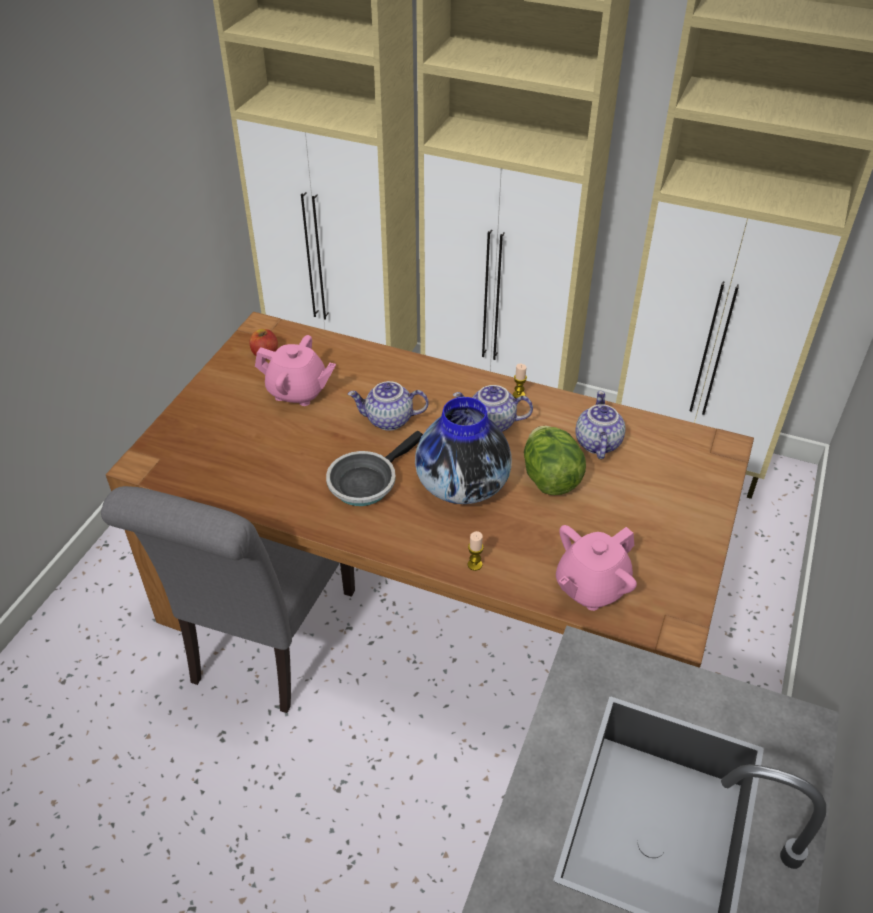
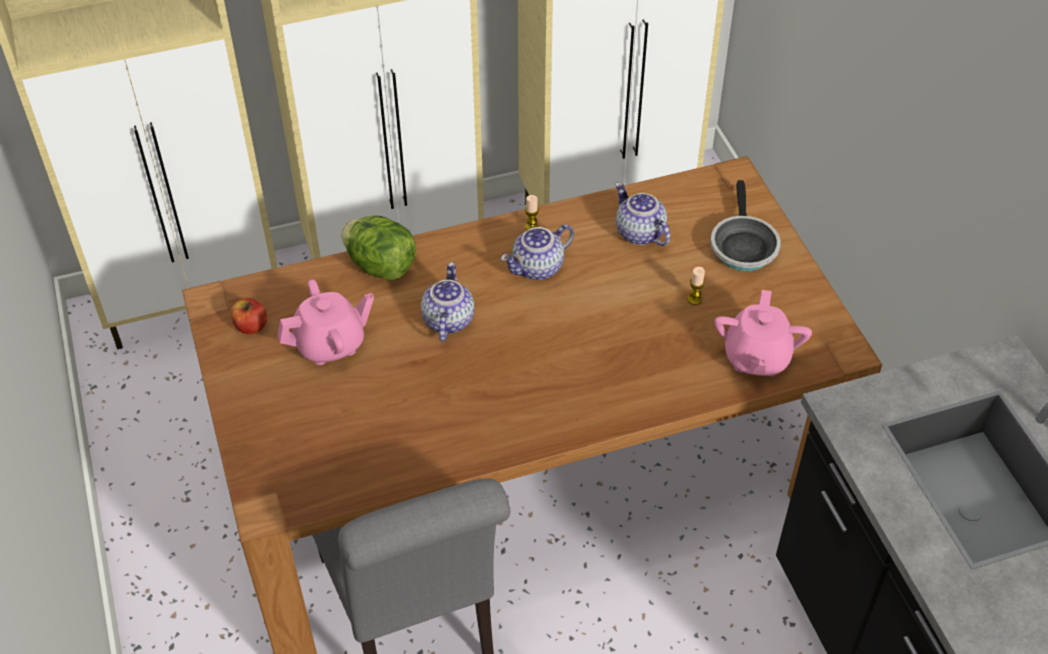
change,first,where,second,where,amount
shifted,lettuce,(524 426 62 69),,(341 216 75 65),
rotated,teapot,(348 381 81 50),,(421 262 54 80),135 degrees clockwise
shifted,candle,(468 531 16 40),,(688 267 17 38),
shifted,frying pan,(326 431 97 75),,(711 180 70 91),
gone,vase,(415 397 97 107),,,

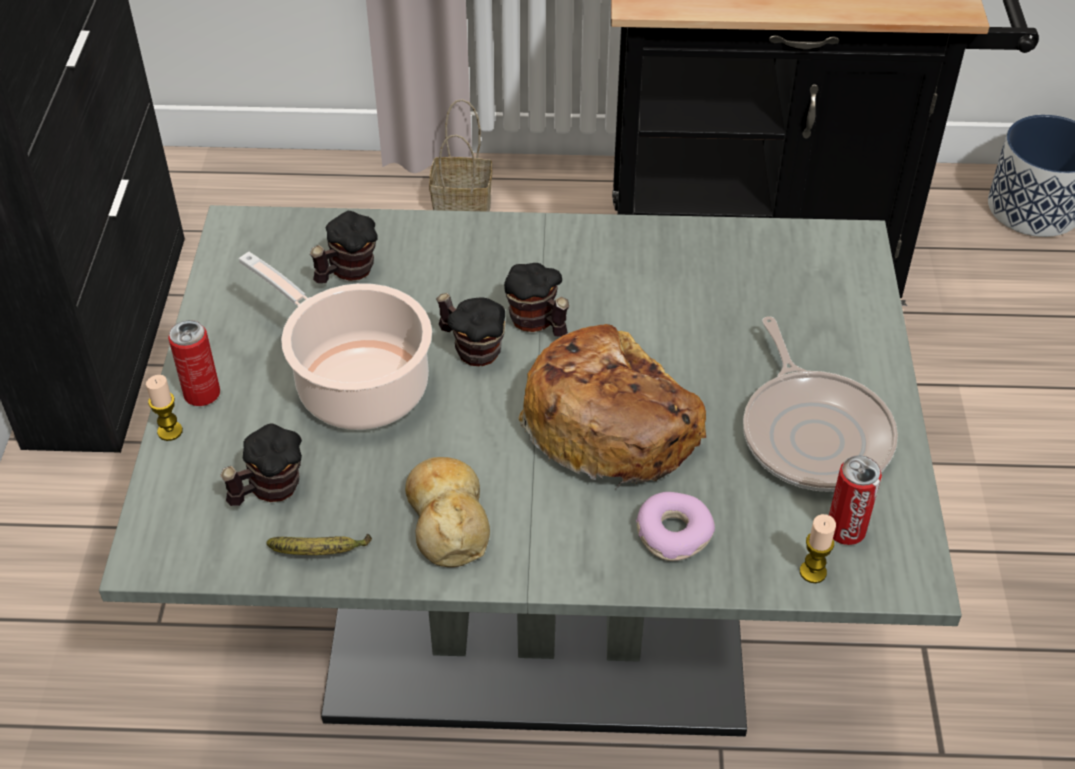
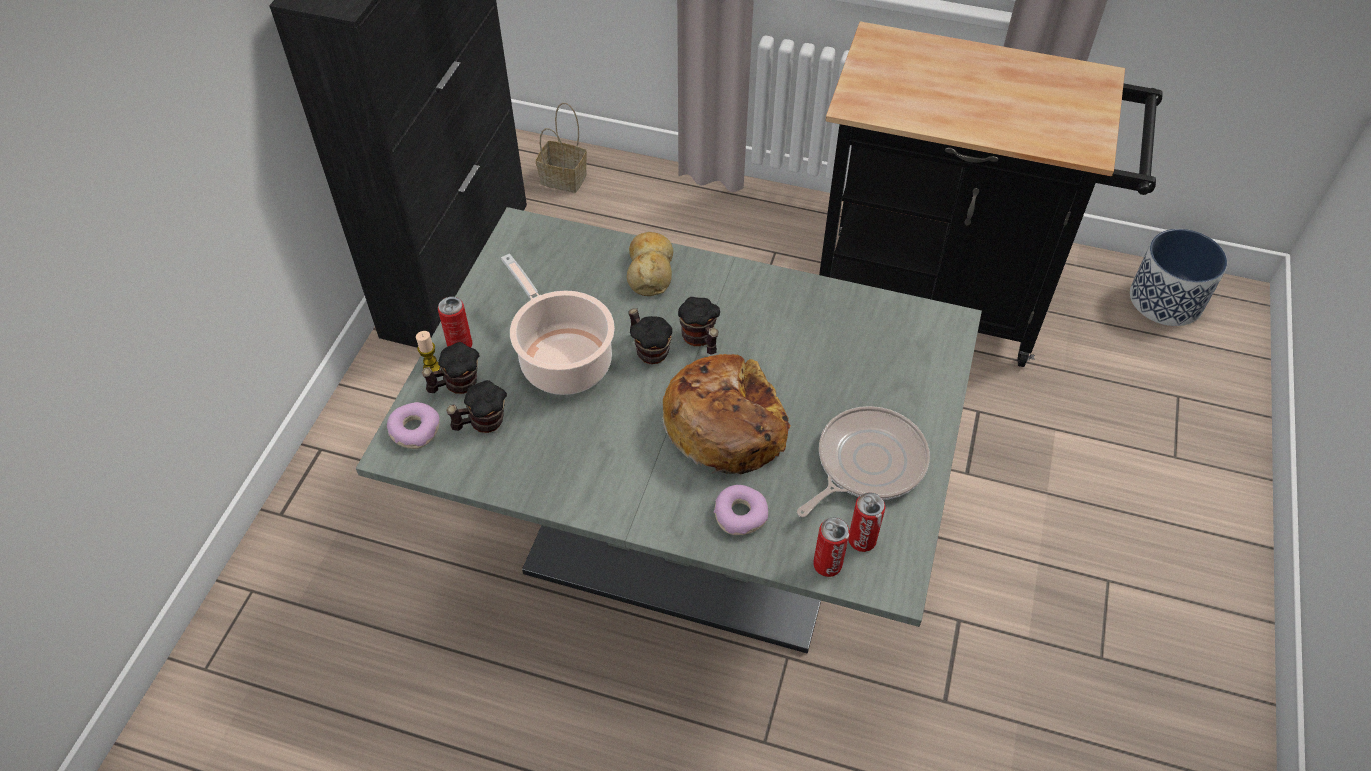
change,first,where,second,where,amount
new,,,donut,(387 402 53 47),
shifted,mug,(310 211 68 72),,(422 342 57 52),
shifted,basket,(429 99 63 113),,(536 103 51 90),
shifted,bread,(405 457 85 110),,(627 232 46 64),
rotated,frying pan,(743 316 155 176),,(797 406 133 111),135 degrees counterclockwise
swapped,candle,(800 514 36 69),can,(813 517 36 60),
gone,banana,(266 533 106 22),,,

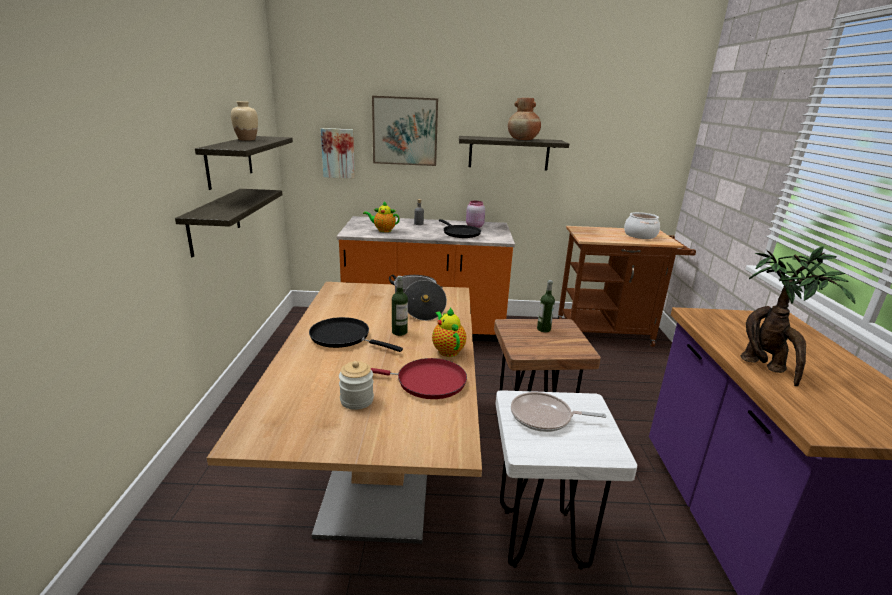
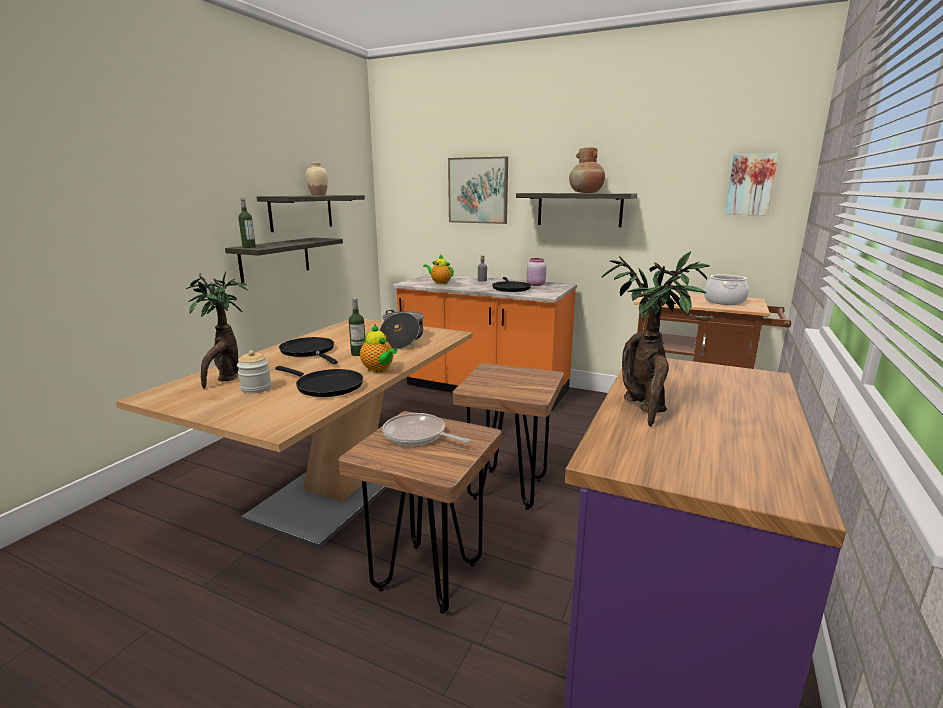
change,first,where,second,where,amount
new,,,potted plant,(186 272 62 117),
shifted,bottle,(537 280 18 52),,(238 198 18 50),
repainted,frying pan/red,(371 358 96 41),frying pan/black,(275 366 88 31),
repainted,stool/white,(495 390 142 180),stool/brown,(338 411 163 203),
rotated,teapot,(432 307 34 50),,(360 324 37 48),135 degrees clockwise
shifted,picture,(321 128 34 51),,(725 153 53 62),

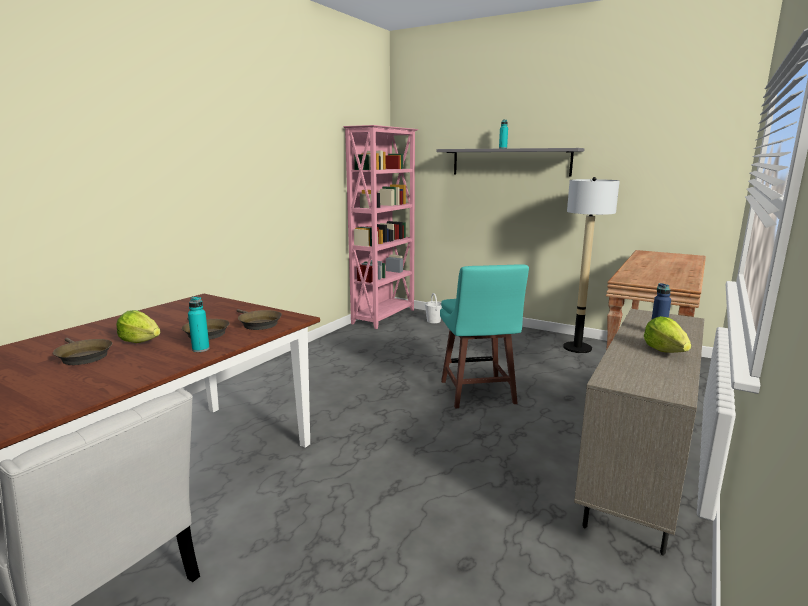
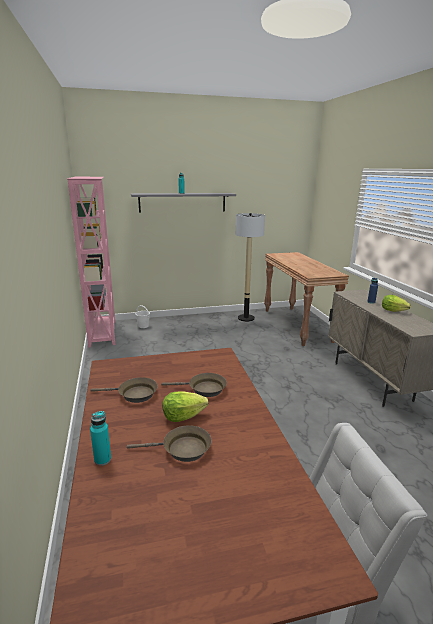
change,first,where,second,where,amount
shifted,frying pan/brown,(237 309 45 21),,(90 377 68 26),
shifted,bottle/turquoise,(188 296 22 56),,(90 411 21 55),
gone,stool/turquoise,(440 264 89 145),,,

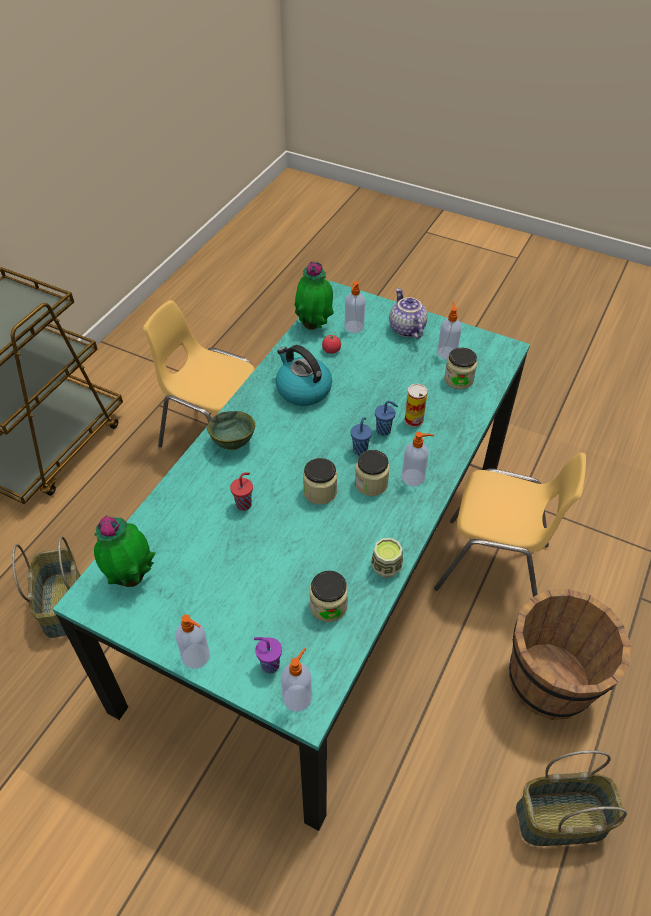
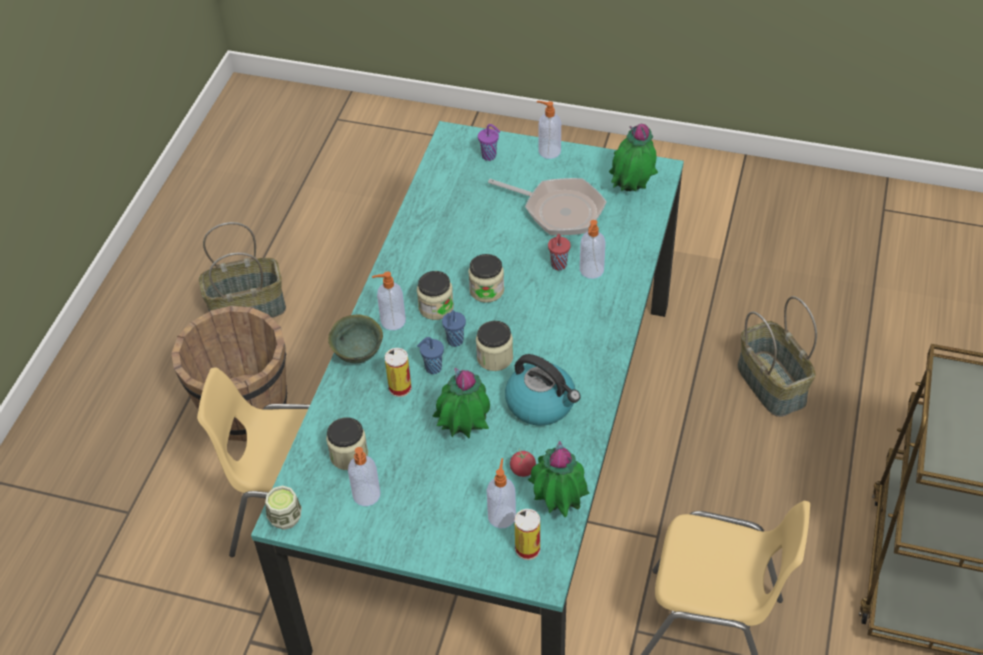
change,first,where,second,where,amount
shifted,cup,(371 538 32 40),,(265 486 37 44),
shifted,bowl/green,(207 411 49 39),,(328 315 55 48),
new,,,potted plant,(433 368 57 71),
shifted,jar,(309 571 39 51),,(476 321 37 50),
new,,,frying pan,(488 178 119 58),
new,,,can,(514 509 26 51),
shifted,soap dispenser,(281 648 31 64),,(580 220 26 59),
gone,teapot,(389 288 39 51),,,

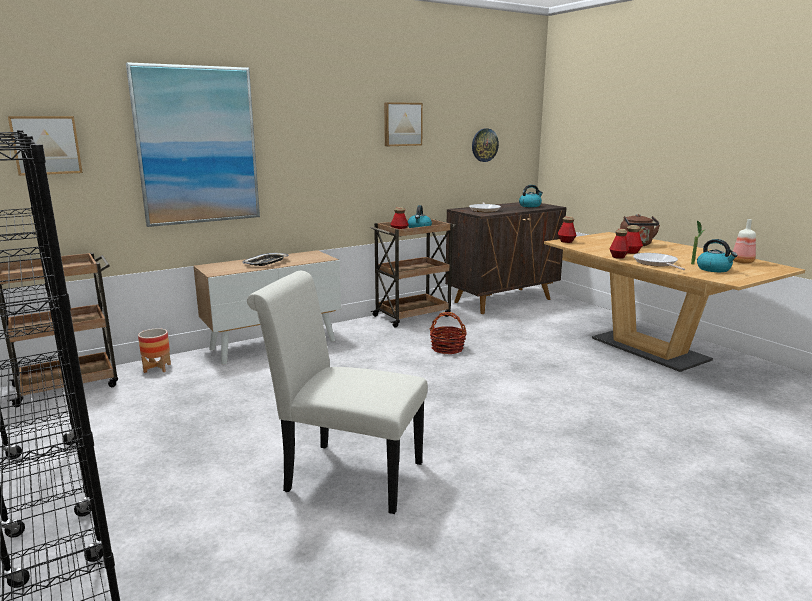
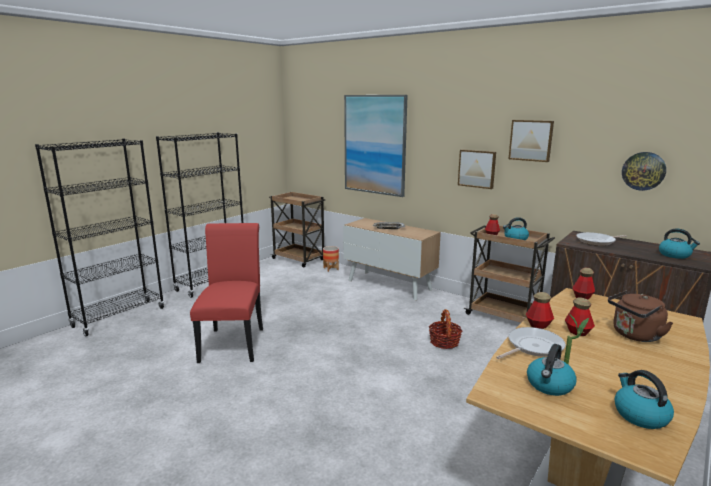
change,first,where,second,where,amount
repainted,chair/white,(247 271 181 243),chair/red,(190 223 73 140),
shifted,picture,(8 116 75 60),,(458 149 38 40),
swapped,bottle,(733 219 23 45),kettle,(614 370 60 59),

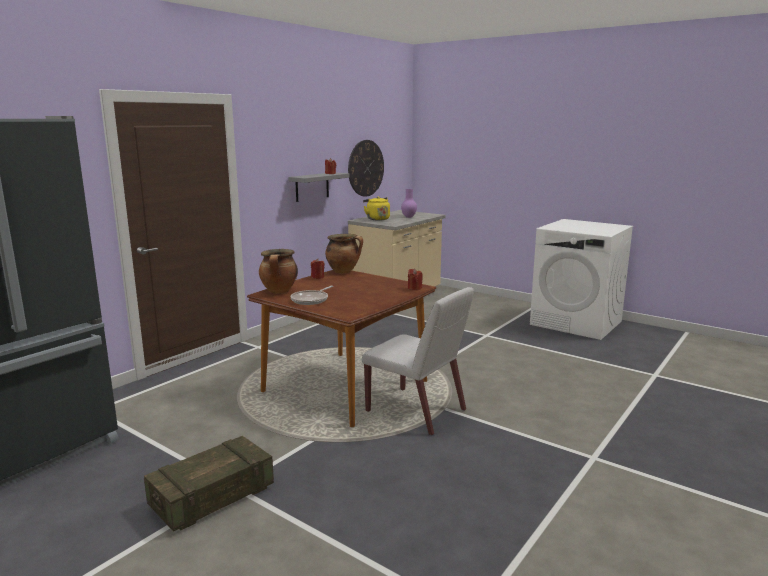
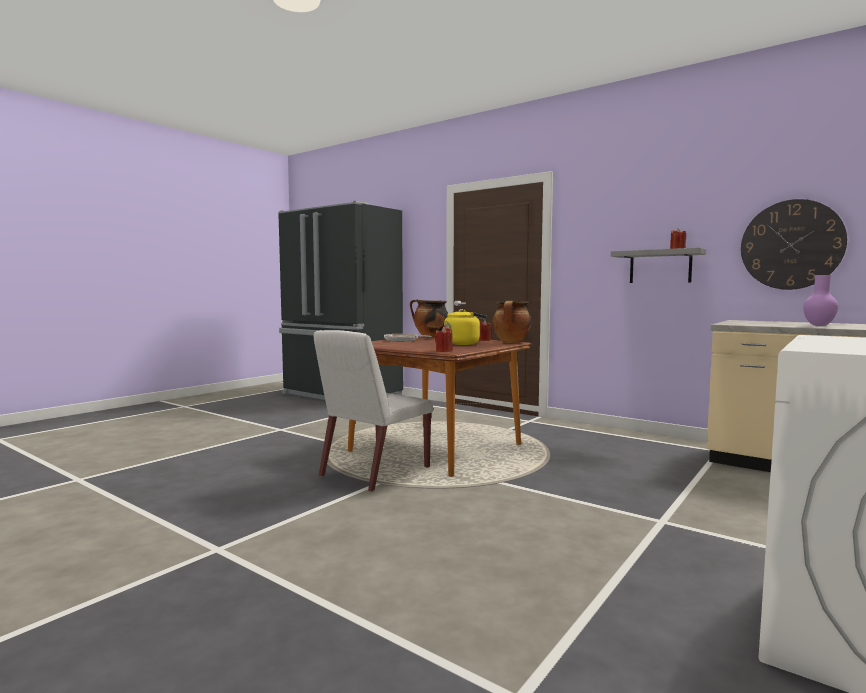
change,first,where,second,where,amount
shifted,kettle/yellow,(363 197 27 24),,(444 309 43 36),
gone,crate,(144 436 130 96),,,

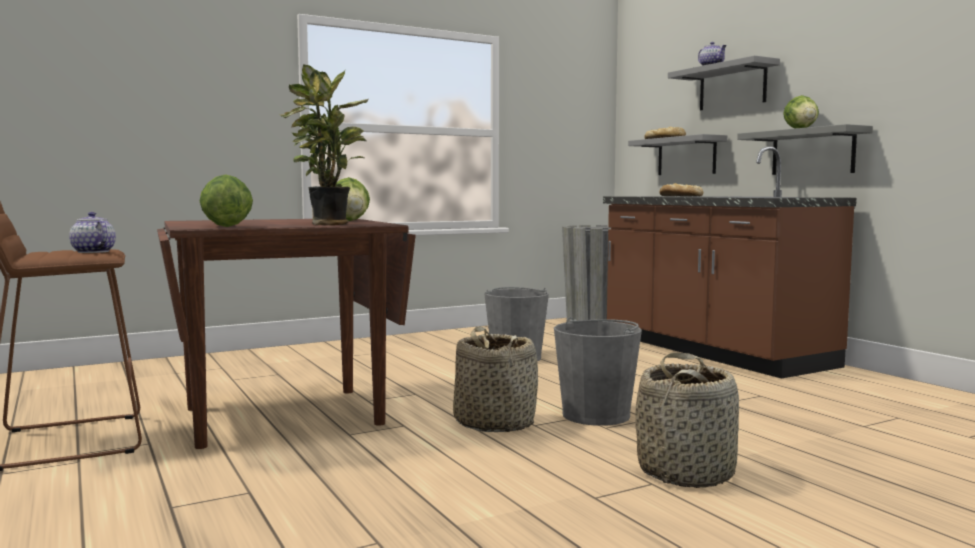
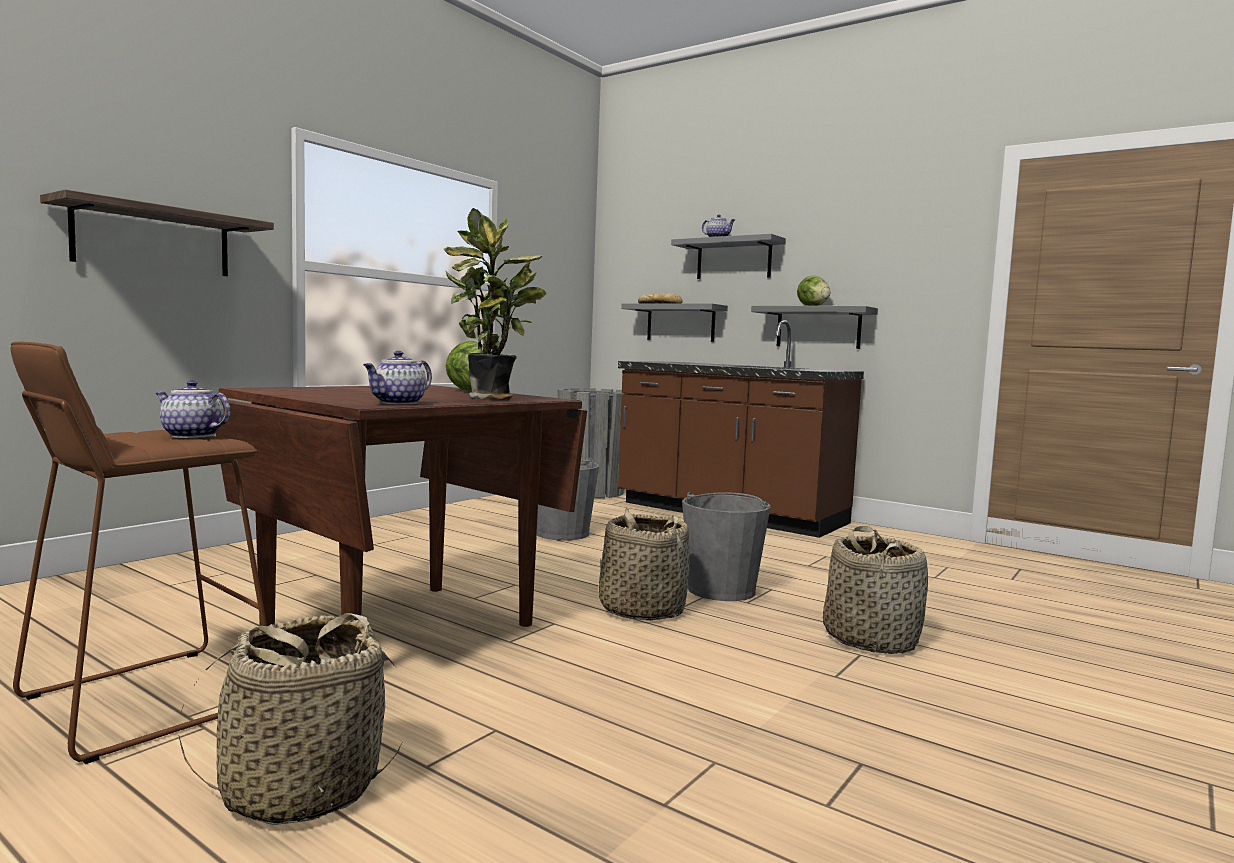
change,first,where,second,where,amount
new,,,shelf,(40 189 234 87),
new,,,basket,(179 613 223 212),
swapped,lettuce,(200 175 53 52),teapot,(363 351 69 53),
gone,bread,(659 183 44 13),,,

